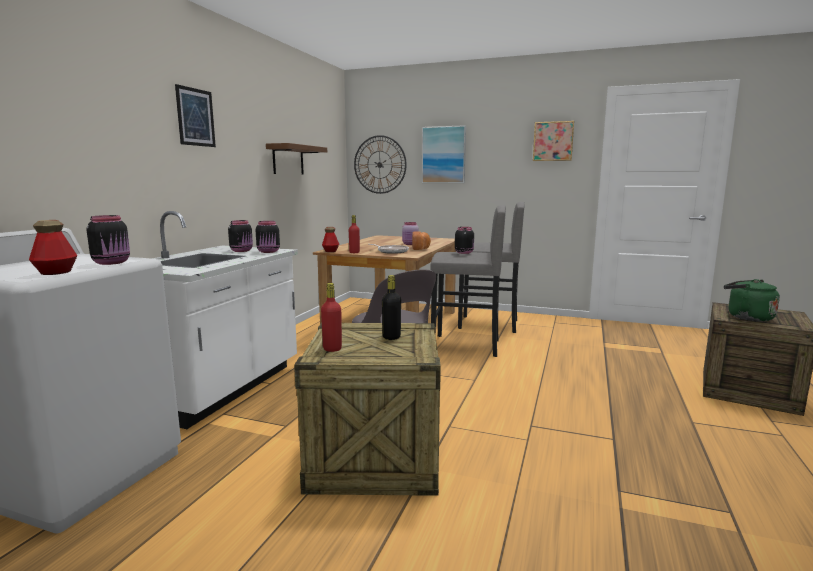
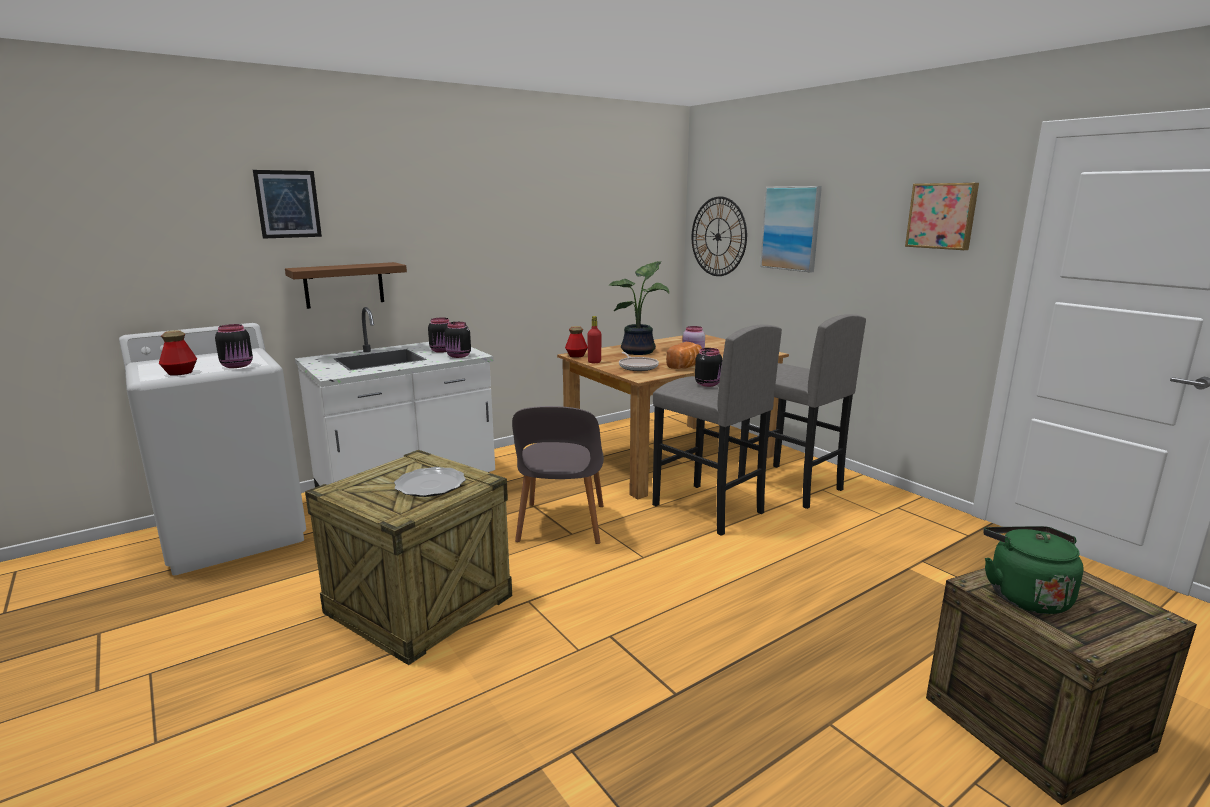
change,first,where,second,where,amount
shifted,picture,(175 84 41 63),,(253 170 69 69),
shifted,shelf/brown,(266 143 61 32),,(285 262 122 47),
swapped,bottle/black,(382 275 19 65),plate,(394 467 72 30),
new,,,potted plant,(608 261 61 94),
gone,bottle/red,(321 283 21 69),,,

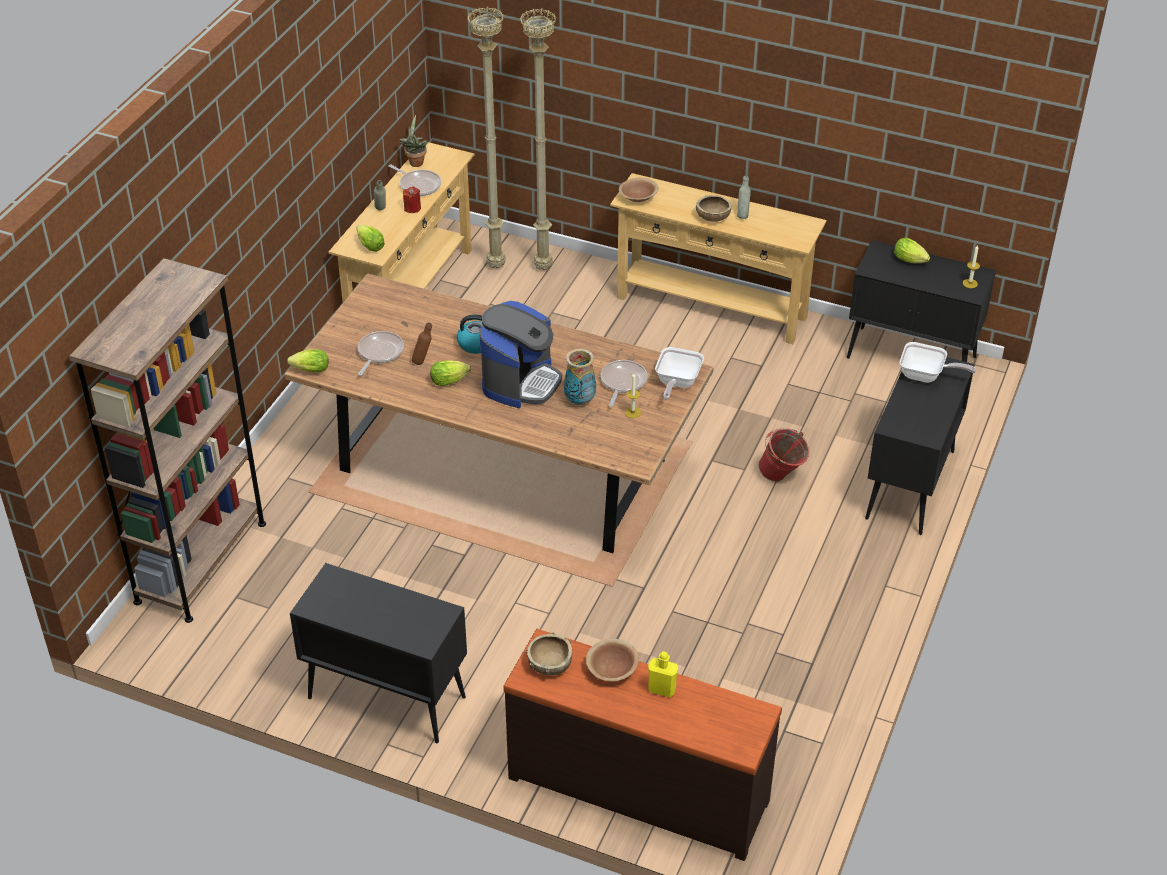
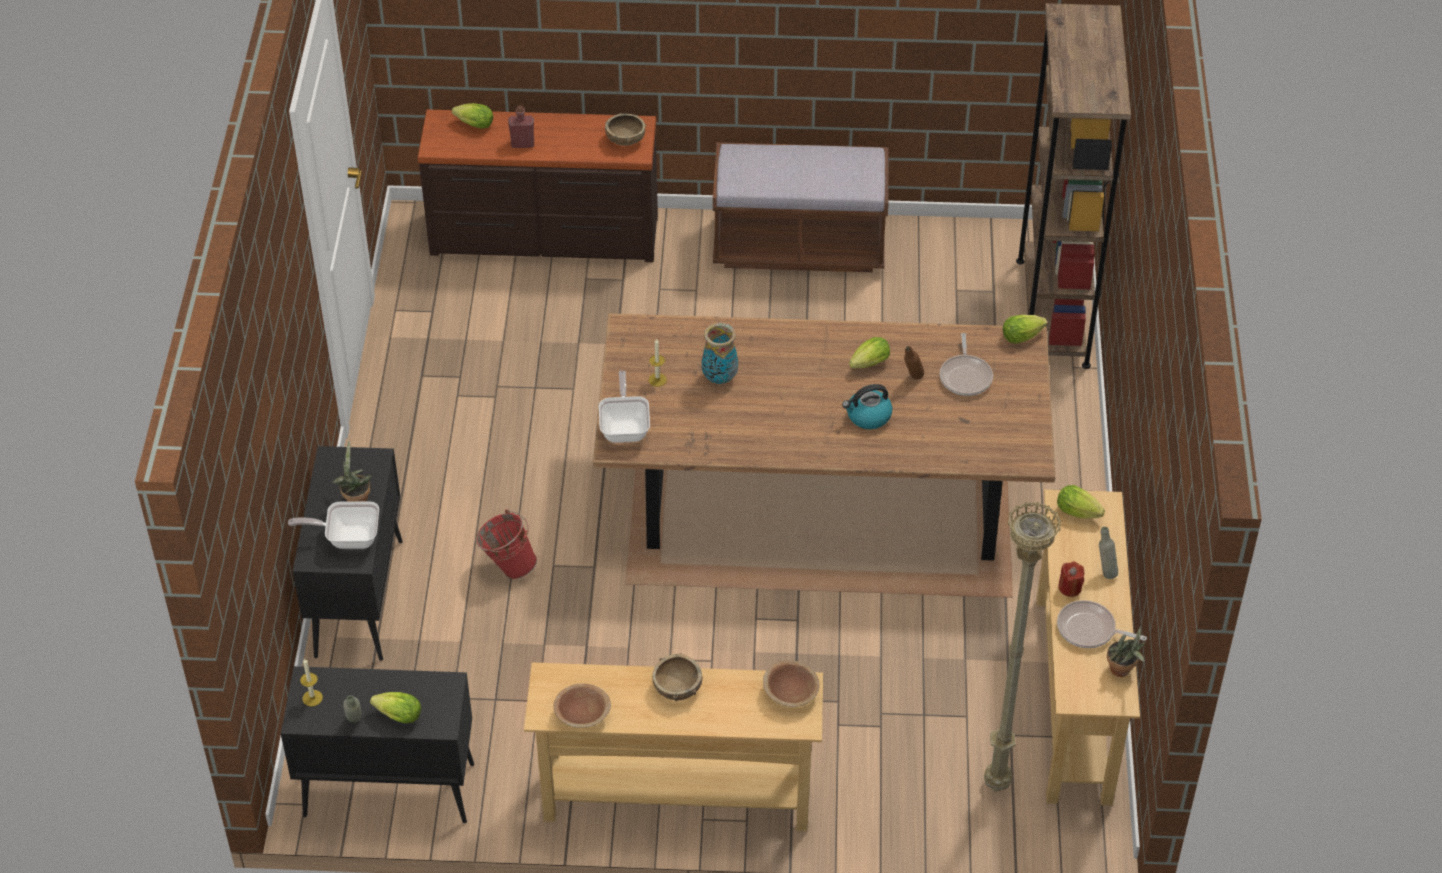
change,first,where,second,where,amount
new,,,potted plant,(332 440 39 62),
shifted,bottle/grey,(737 176 14 43),,(343 695 19 27),
new,,,lettuce,(452 103 41 26),
repainted,bottle/yellow,(648 651 30 46),bottle/red,(508 105 26 43),
shifted,bowl/brown,(586 639 53 43),,(553 684 58 44),
swapped,cabinet/black,(290 563 177 180),bench/brown,(713 142 176 130),
gone,coffee machine,(479 301 83 107),,,
gone,floor lamp/beige,(520 8 36 262),,,
gone,frying pan,(601 360 46 47),,,

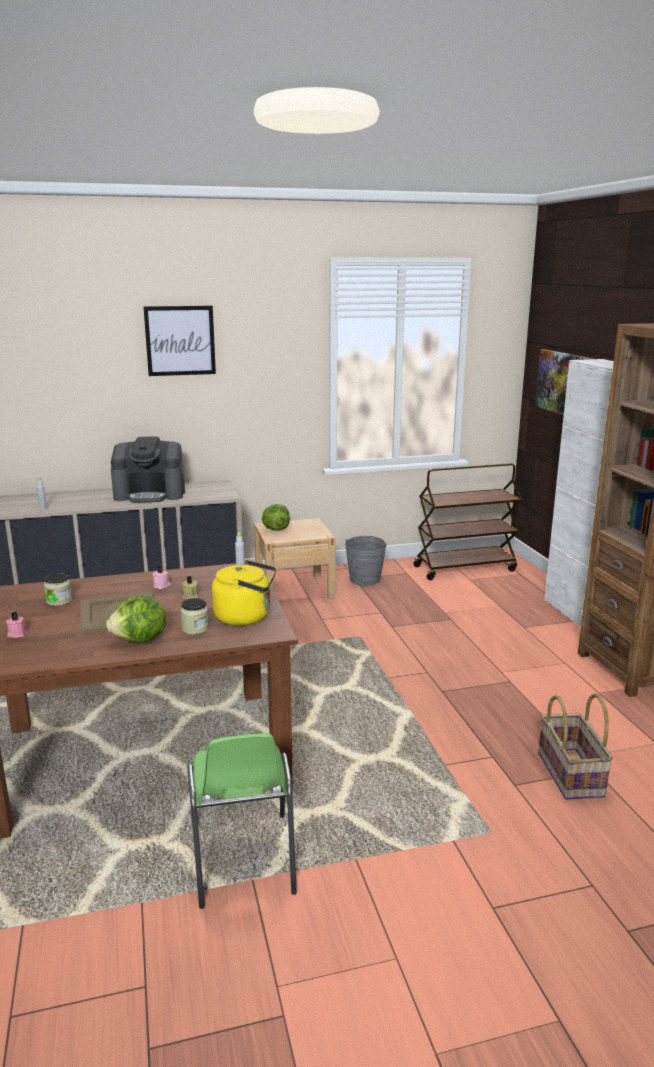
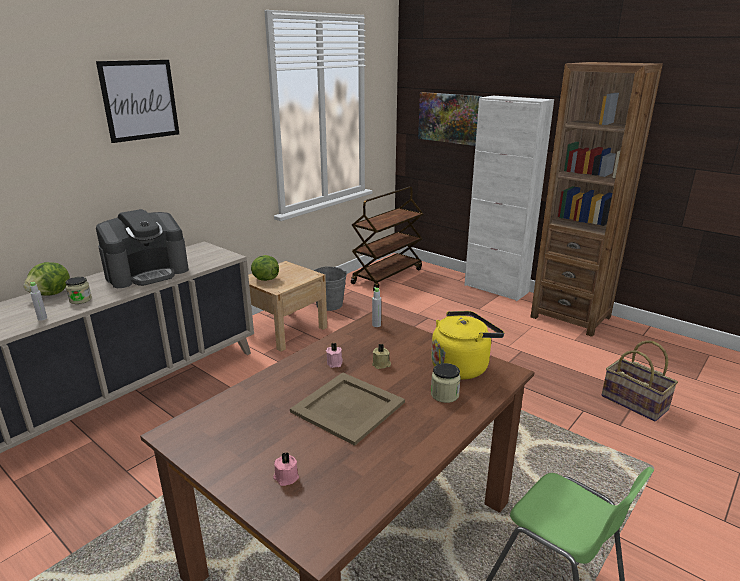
change,first,where,second,where,amount
shifted,lettuce,(106 596 60 46),,(23 262 47 34),
shifted,jar,(44 573 28 33),,(65 277 27 27),

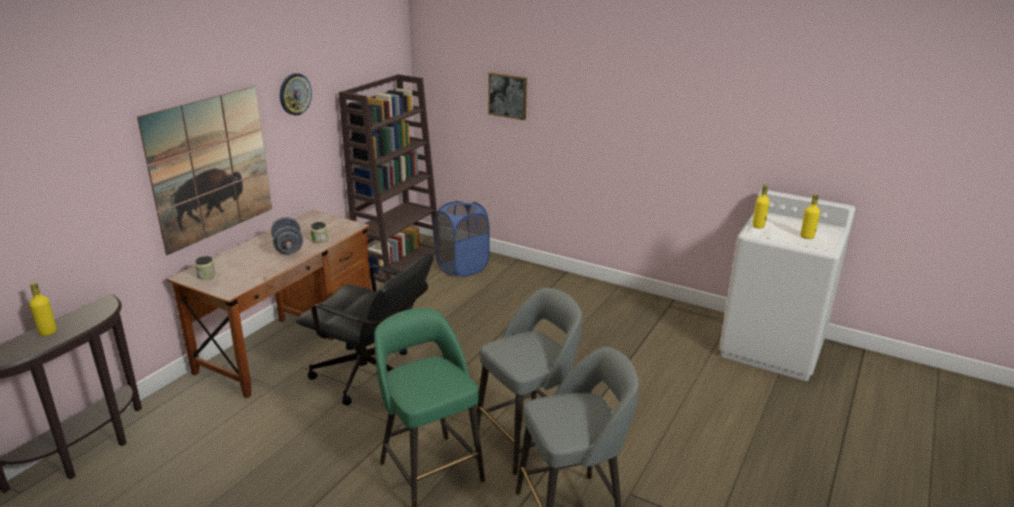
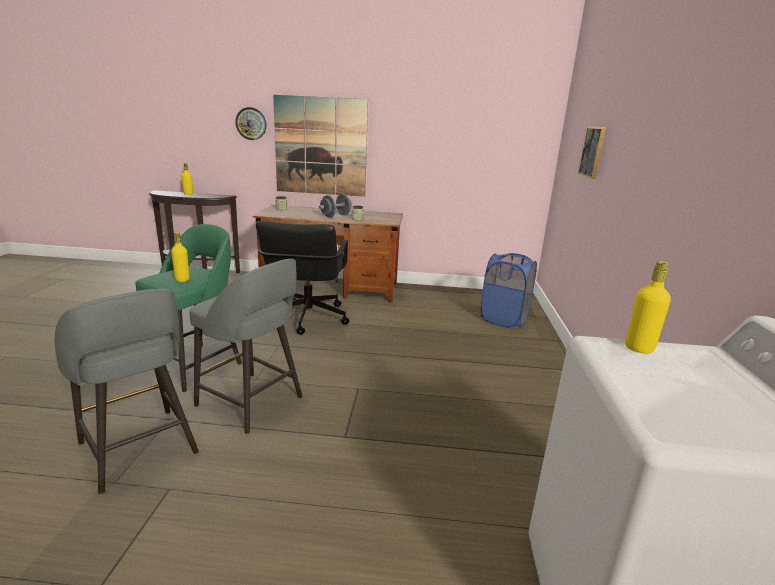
change,first,where,second,where,amount
shifted,bottle/yellow,(800 194 20 45),,(171 232 19 50),
shifted,wall clock,(280 73 32 42),,(235 107 31 33),
gone,bookcase/brown,(339 74 98 209),,,

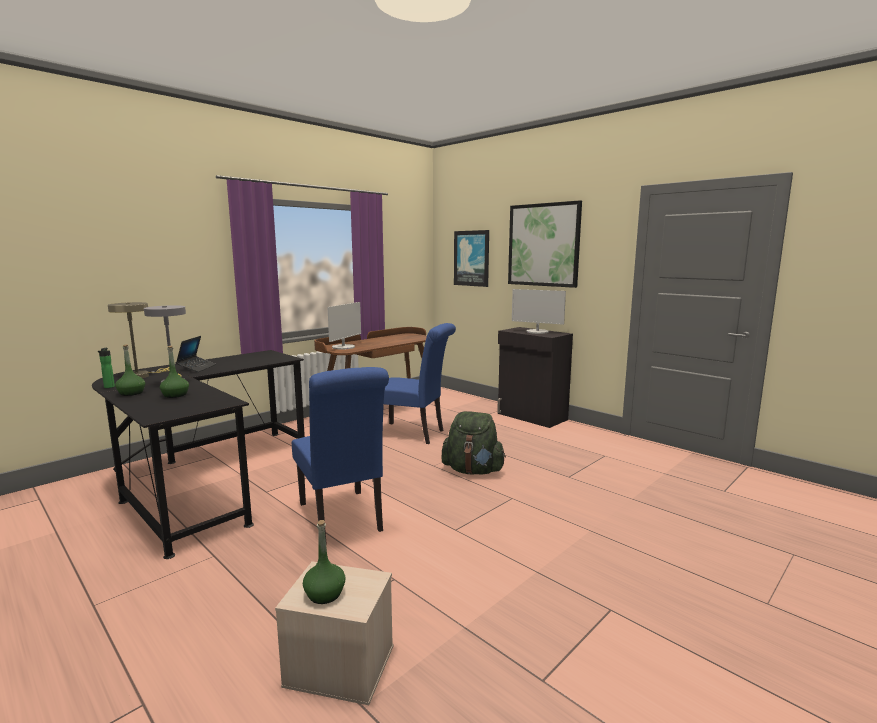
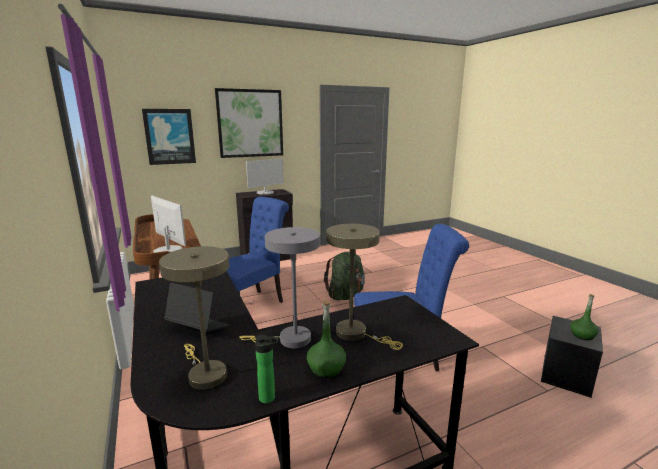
change,first,where,second,where,amount
swapped,bottle/green,(160 346 29 52),table lamp/beige,(326 224 77 126),
repainted,storage box/beige,(275 561 118 144),storage box/black,(541 316 62 82),

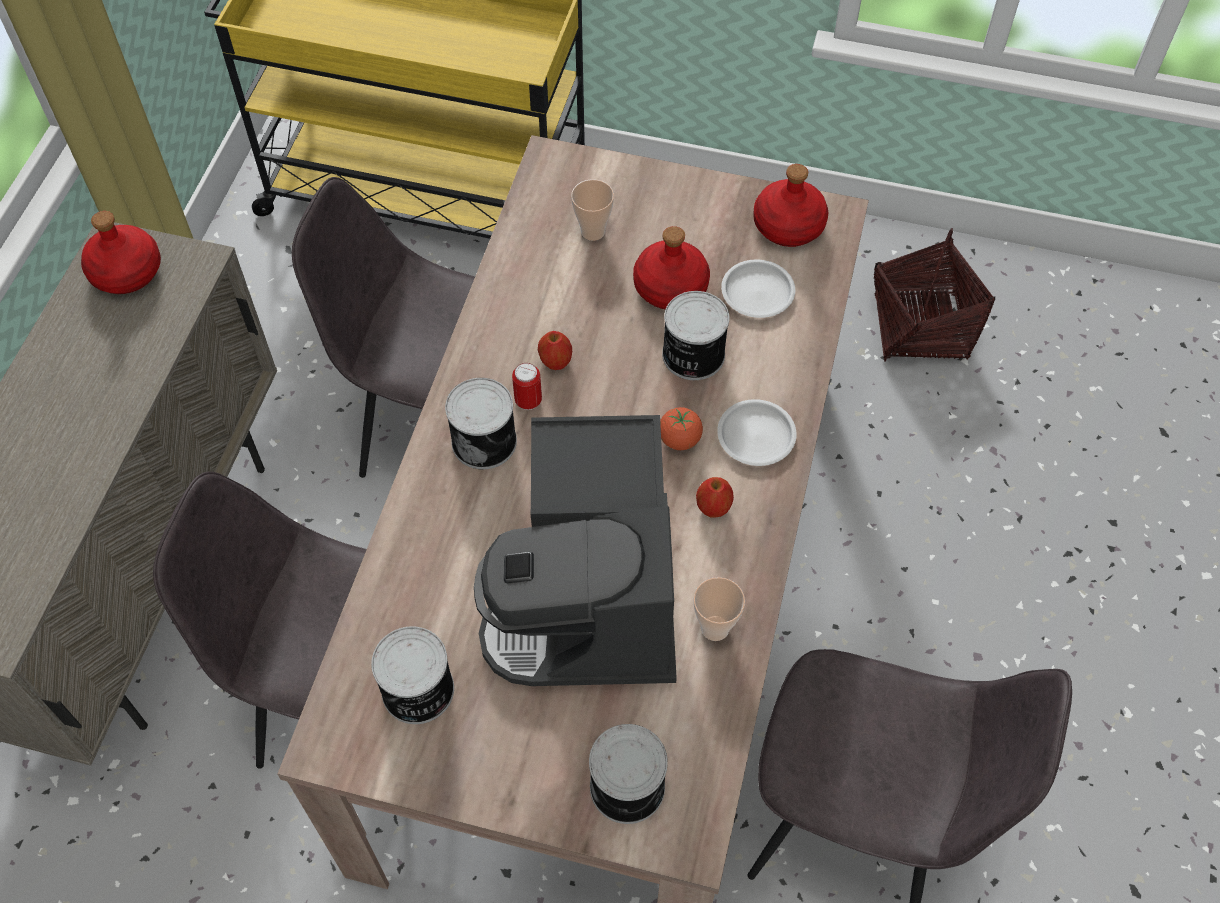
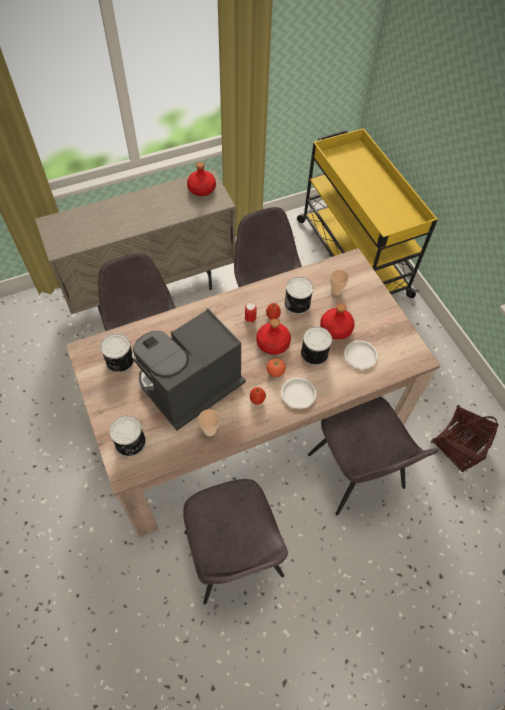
change,first,where,second,where,amount
shifted,bottle/red,(753 164 75 83),,(256 319 35 36),
shifted,can,(445 378 72 91),,(284 277 29 37),
new,,,chair/grey,(308 397 131 118),

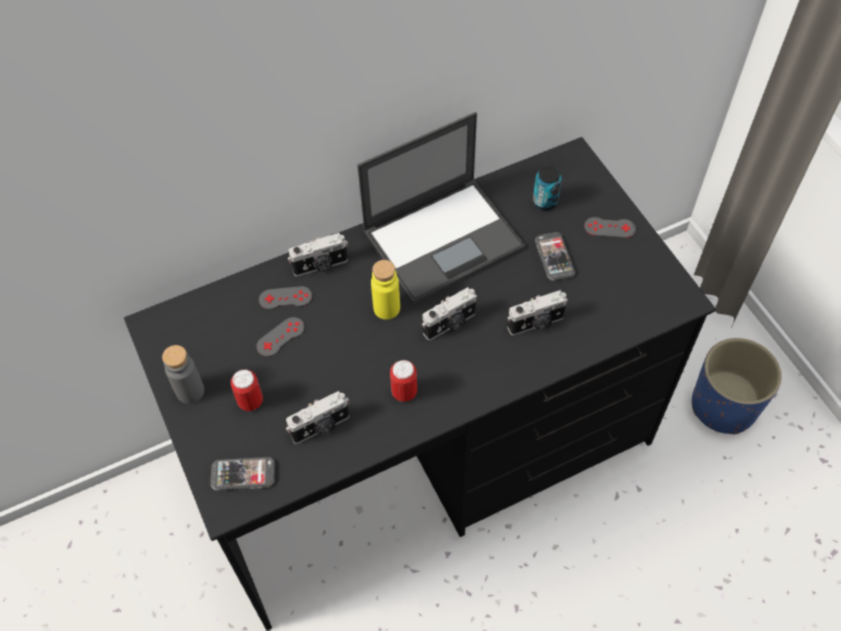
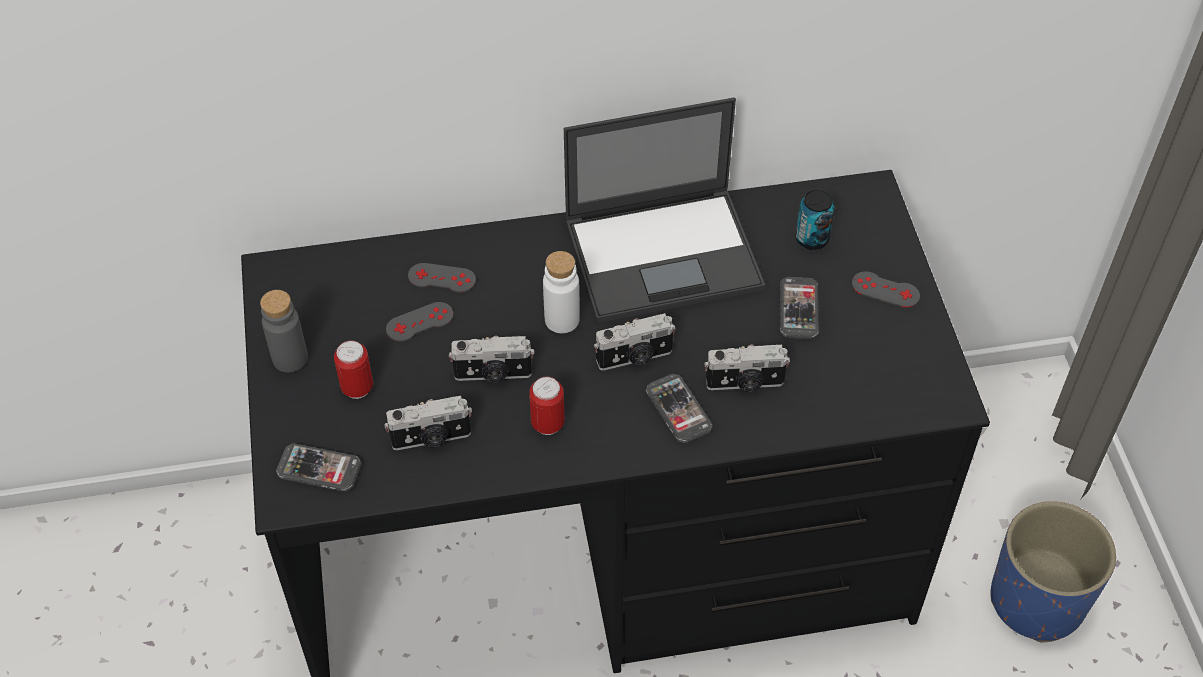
change,first,where,second,where,amount
shifted,photo camera,(288 233 60 43),,(449 335 85 48),
repainted,bottle/yellow,(371 260 29 60),bottle/white,(543 251 37 82),
new,,,phone,(646 374 66 69),

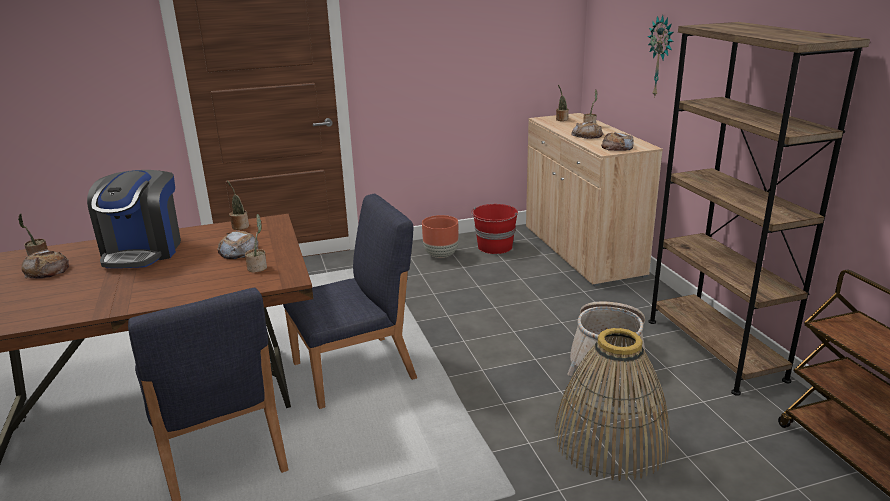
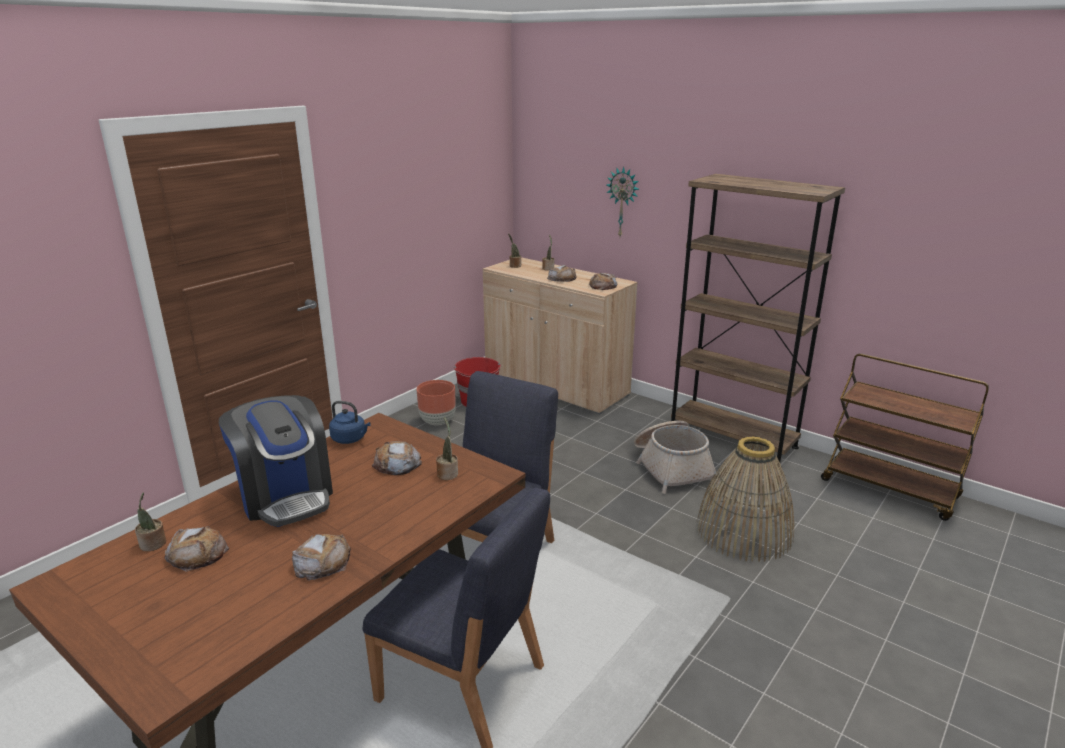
change,first,where,second,where,amount
new,,,bread,(292 534 59 47),
swapped,potted plant,(227 181 22 49),kettle/blue,(329 401 42 43),

